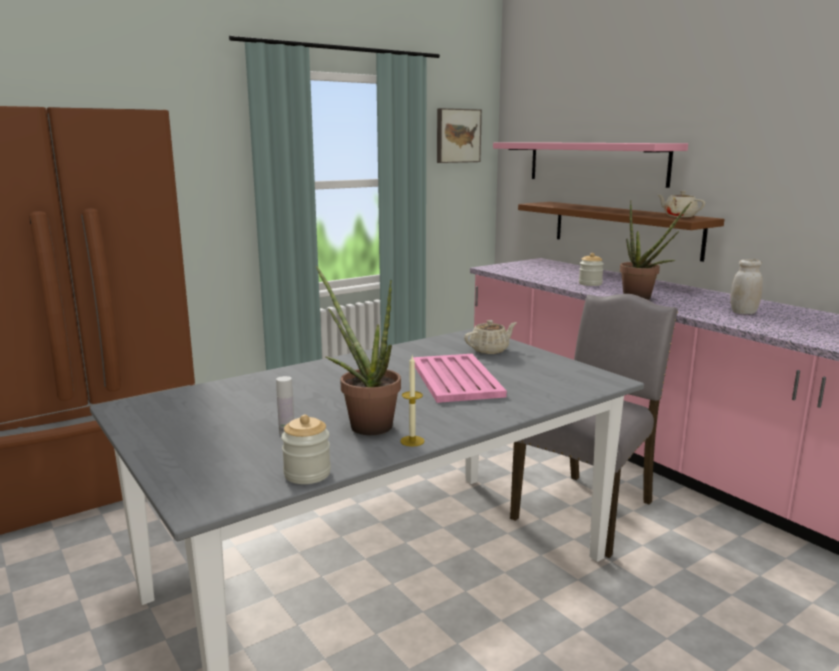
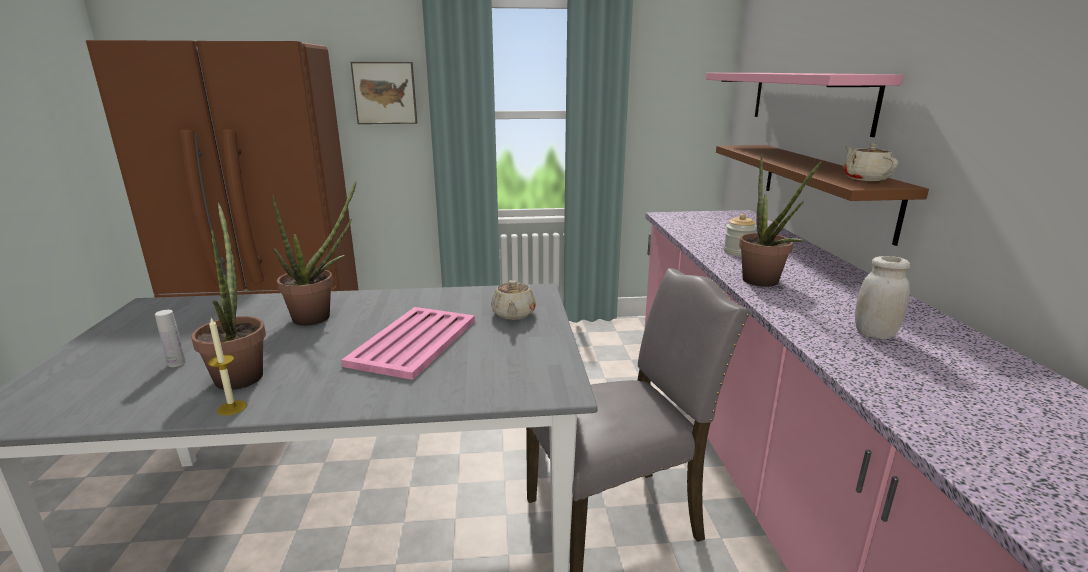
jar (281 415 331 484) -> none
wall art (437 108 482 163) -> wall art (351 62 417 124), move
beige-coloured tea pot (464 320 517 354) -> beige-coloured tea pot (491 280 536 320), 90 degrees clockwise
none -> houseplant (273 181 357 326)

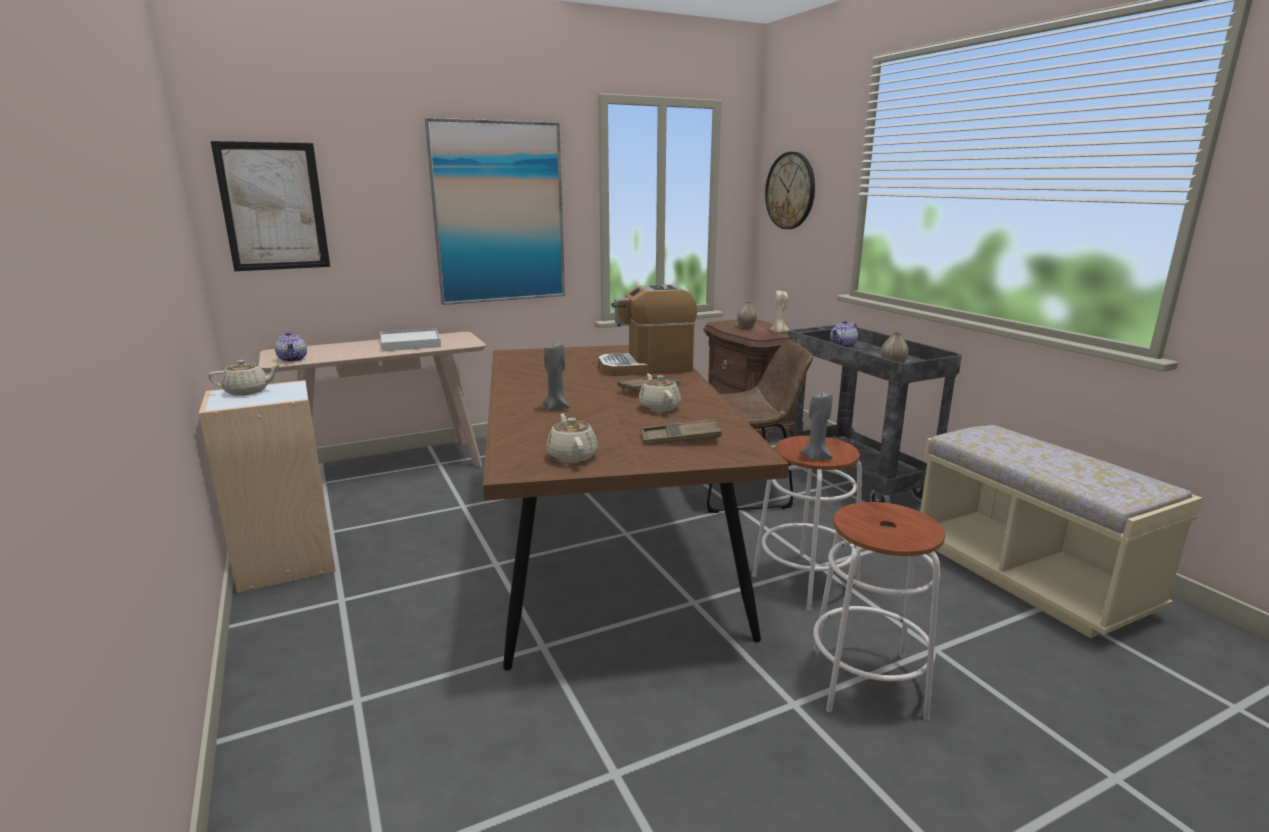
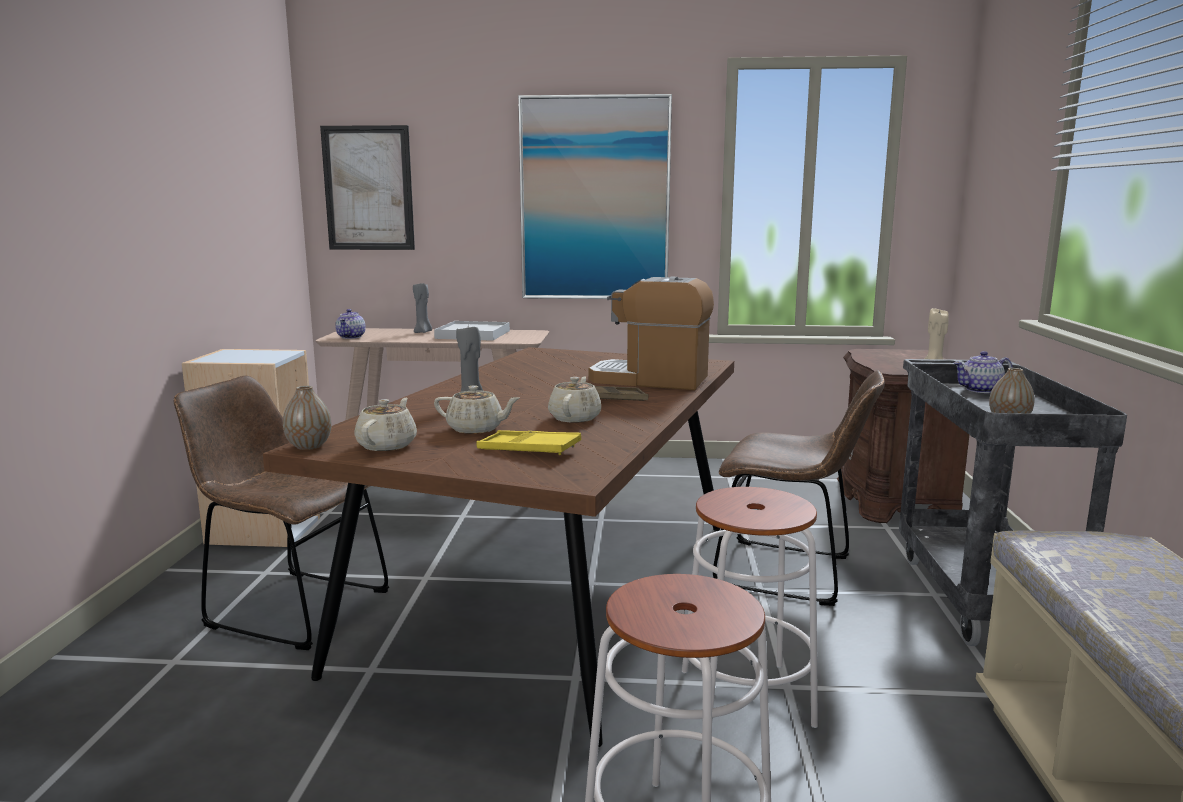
beige-coloured tea pot (208 360 281 395) -> beige-coloured tea pot (434 385 520 434), move
brownish carrying tray (641 419 721 445) -> yellow carrying tray (476 430 581 455)
decorative vase (737 301 757 328) -> decorative vase (283 386 331 450), move
hanging clock (765 152 815 229) -> none
grey candle (800 392 833 461) -> grey candle (413 283 432 333), move
none -> brownish plain chair (174 376 389 650)

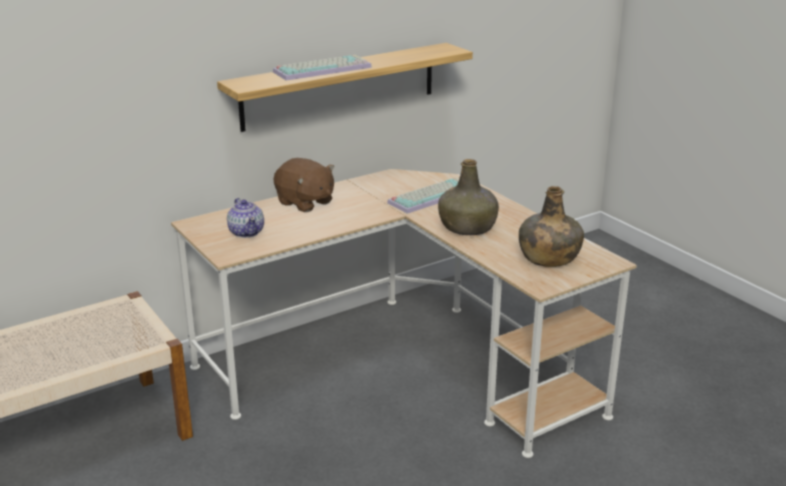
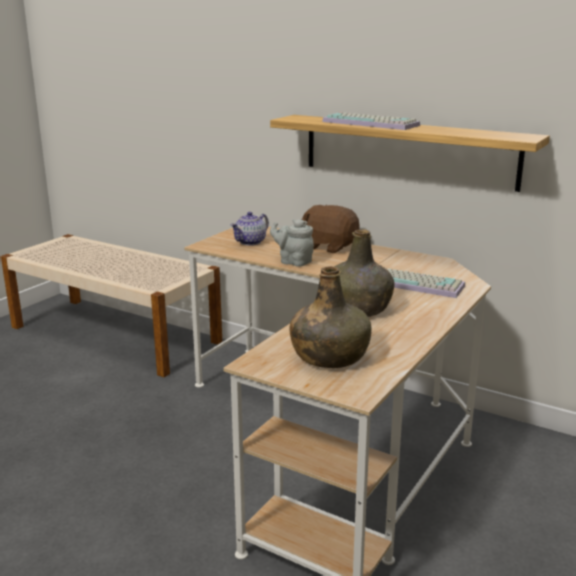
brownish cuddly toy (274 158 334 212) -> brownish cuddly toy (301 205 360 253), 105 degrees clockwise
none -> grey tea pot (270 219 314 266)

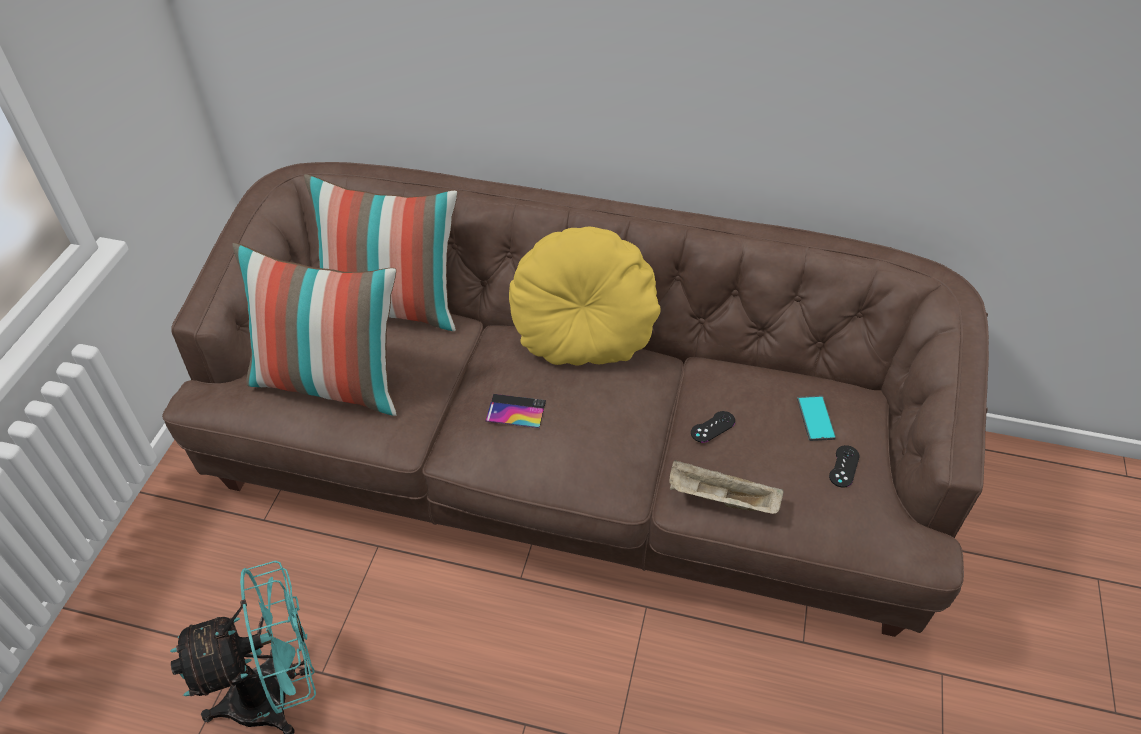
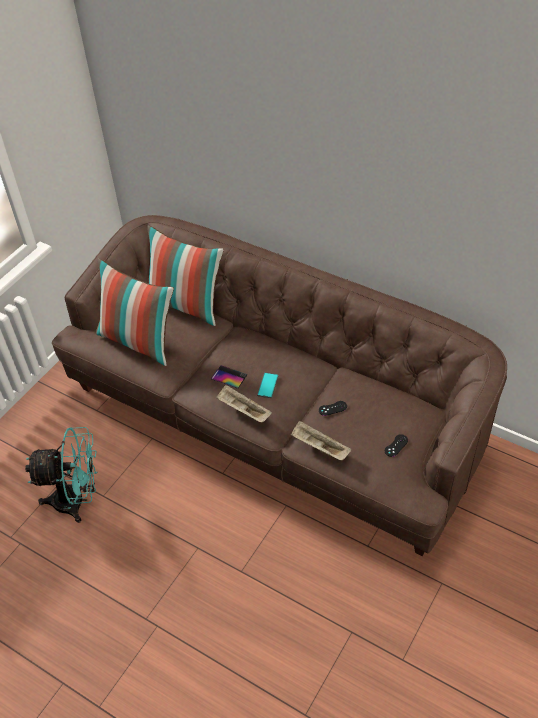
yellow throw pillow (509 227 661 366) -> none
handset (797 395 836 441) -> handset (257 372 279 398), move
none -> beige-coloured carrying tray (216 385 272 422)

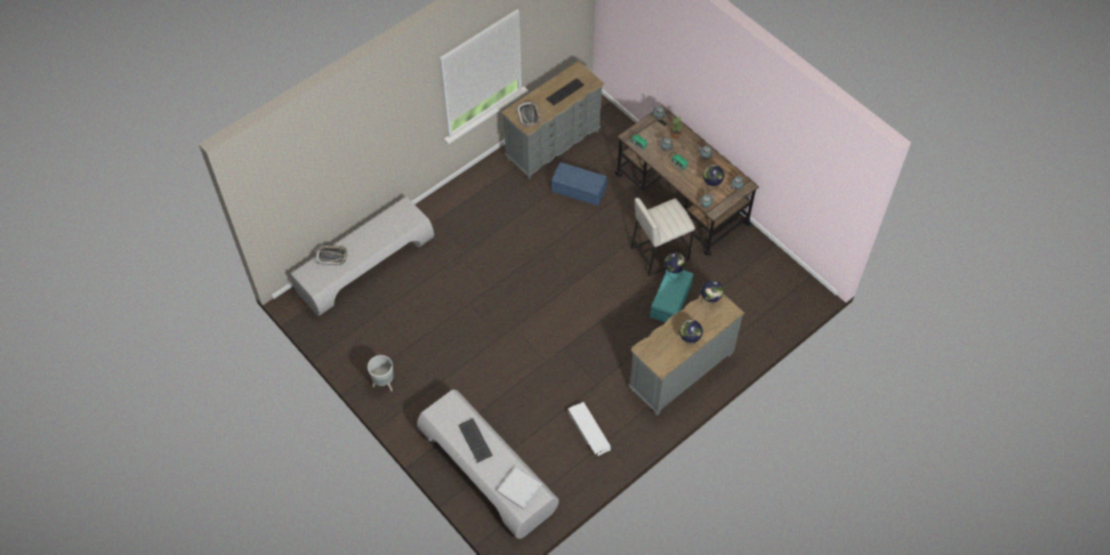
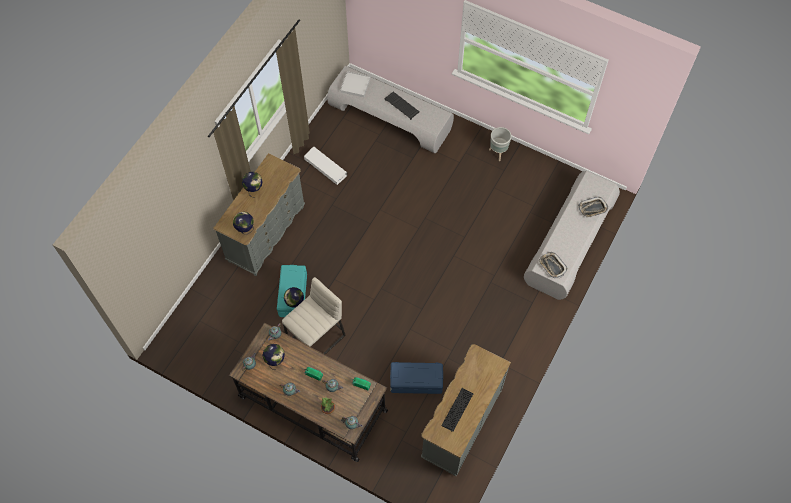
carrying tray (517 101 542 126) -> carrying tray (538 252 568 279), move

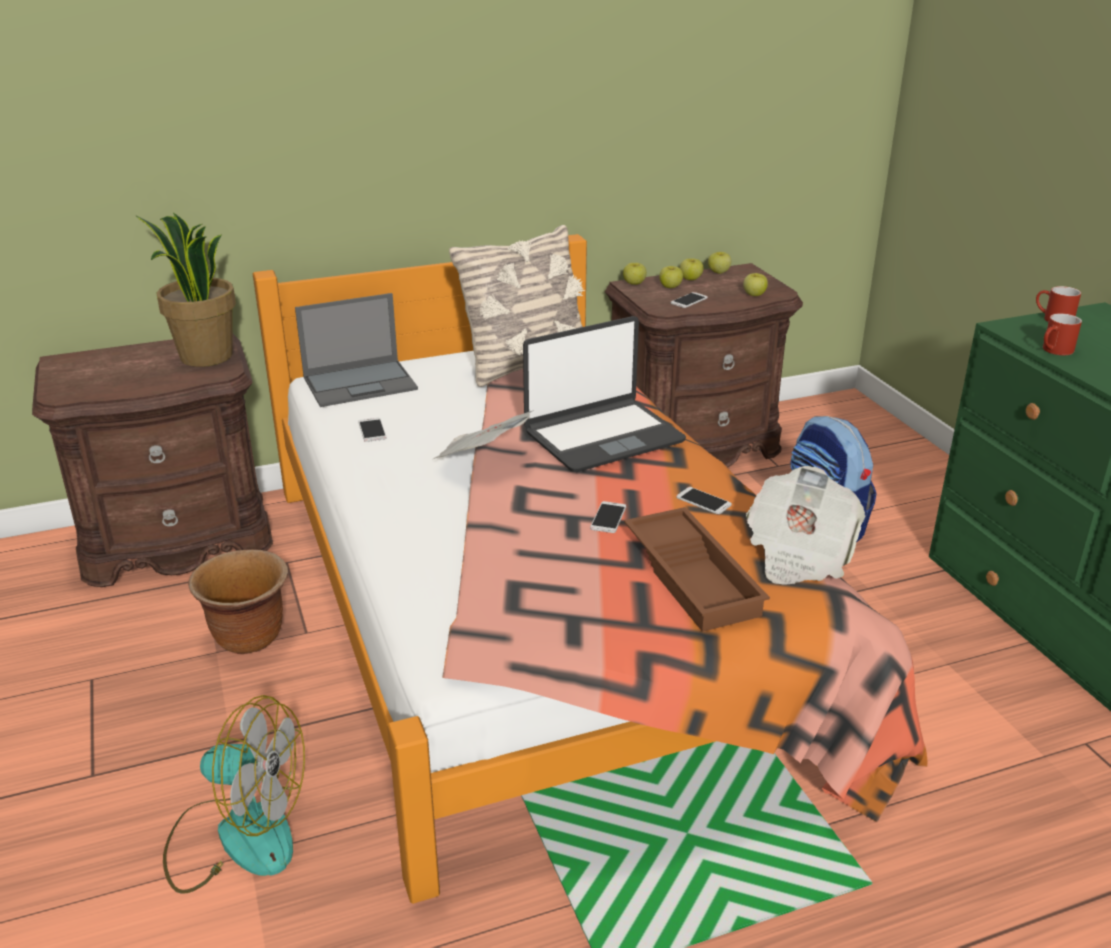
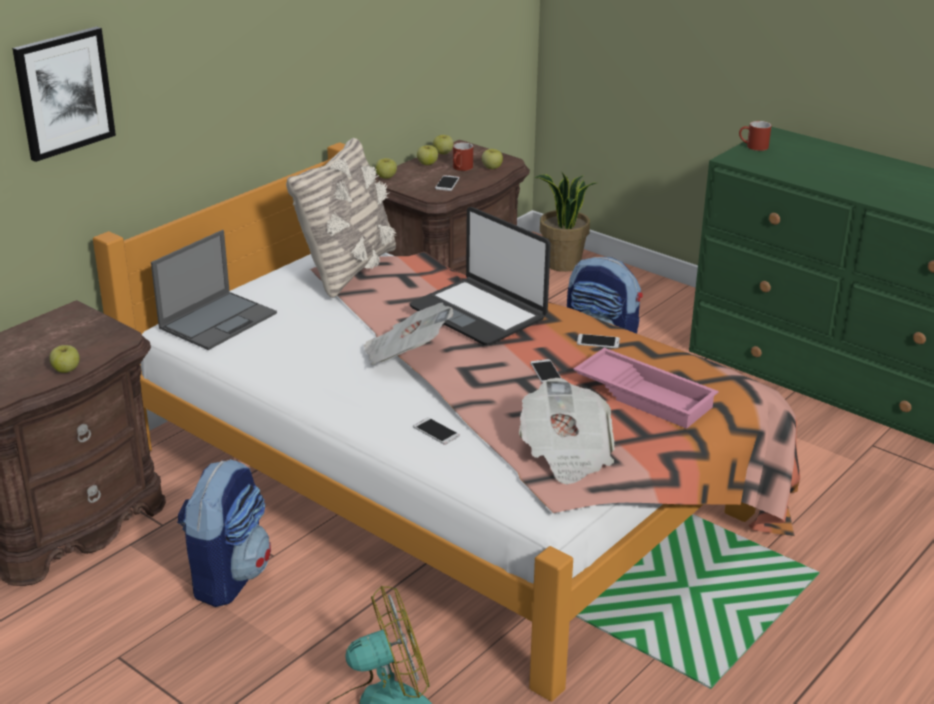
houseplant (135 212 236 367) -> houseplant (534 171 596 272), move
brownish plant pot (188 549 288 654) -> rucksack (177 459 271 607)
handset (358 418 387 442) -> handset (413 417 460 445), move
laptop (523 316 686 472) -> laptop (409 207 551 345), 105 degrees clockwise
brownish carrying tray (624 507 770 632) -> pinkish carrying tray (573 348 718 429)
whole apple (659 266 683 288) -> whole apple (49 345 79 373), move
printed paper (746 466 865 585) -> printed paper (519 378 615 485), move
reddish coffee mug (1043 313 1082 355) -> reddish coffee mug (453 142 473 171), move
none -> wall art (12 26 116 162)

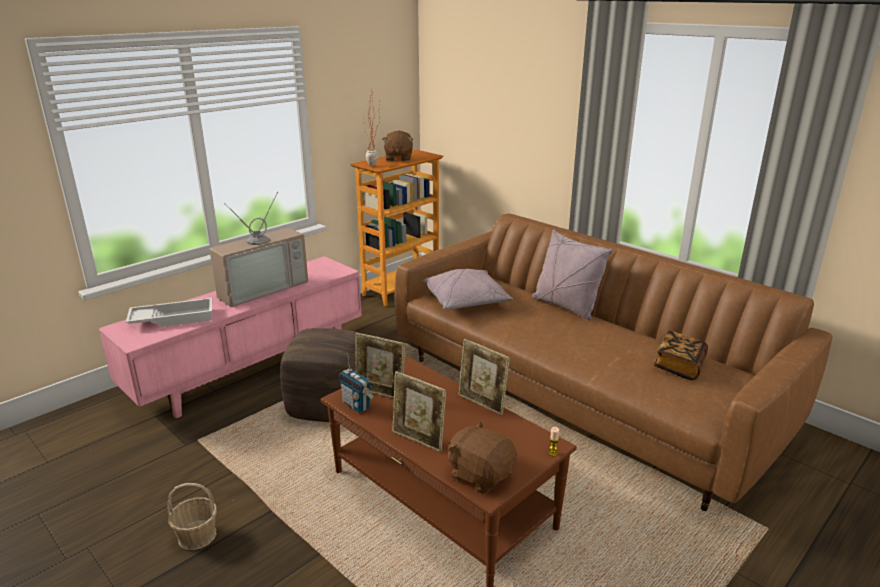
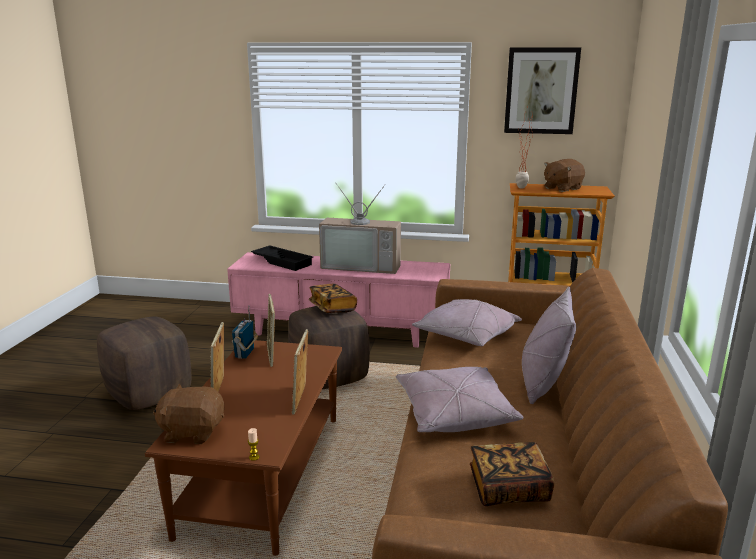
white carrying tray (126 298 212 327) -> black-coloured carrying tray (251 245 313 271)
household basket (167 483 217 550) -> brownish ottoman (97 317 191 410)
brownish cuddly toy (448 421 517 494) -> brownish cuddly toy (153 383 225 444), 90 degrees counterclockwise
none -> volume (309 284 357 313)
none -> purplish throw pillow (396 367 523 432)
none -> wall art (504 47 581 134)

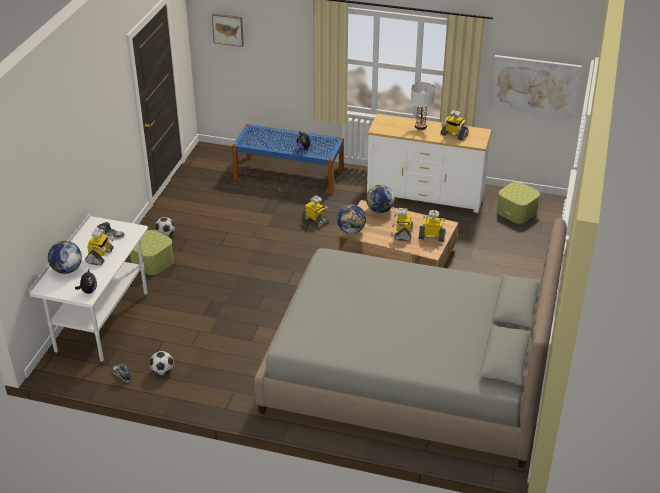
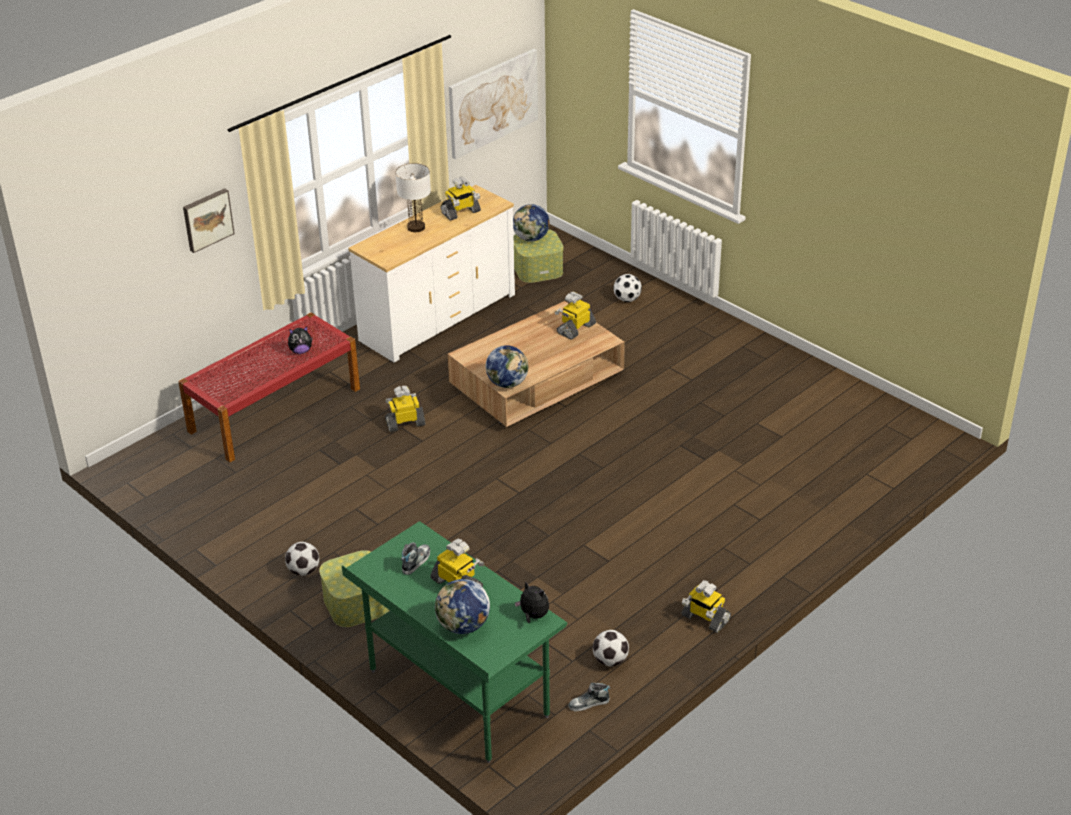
white desk table (29 213 148 363) -> green desk table (342 521 567 763)
wall art (212 13 244 47) -> wall art (183 188 235 253), move
blue-coloured bench (232 124 344 194) -> reddish bench (178 312 360 463)
grey sleeping bed (254 218 567 468) -> none
world globe (366 185 395 213) -> world globe (513 204 550 242), move
toy robot (392 208 413 241) -> toy robot (682 580 731 633), move
none -> football (614 274 642 302)

